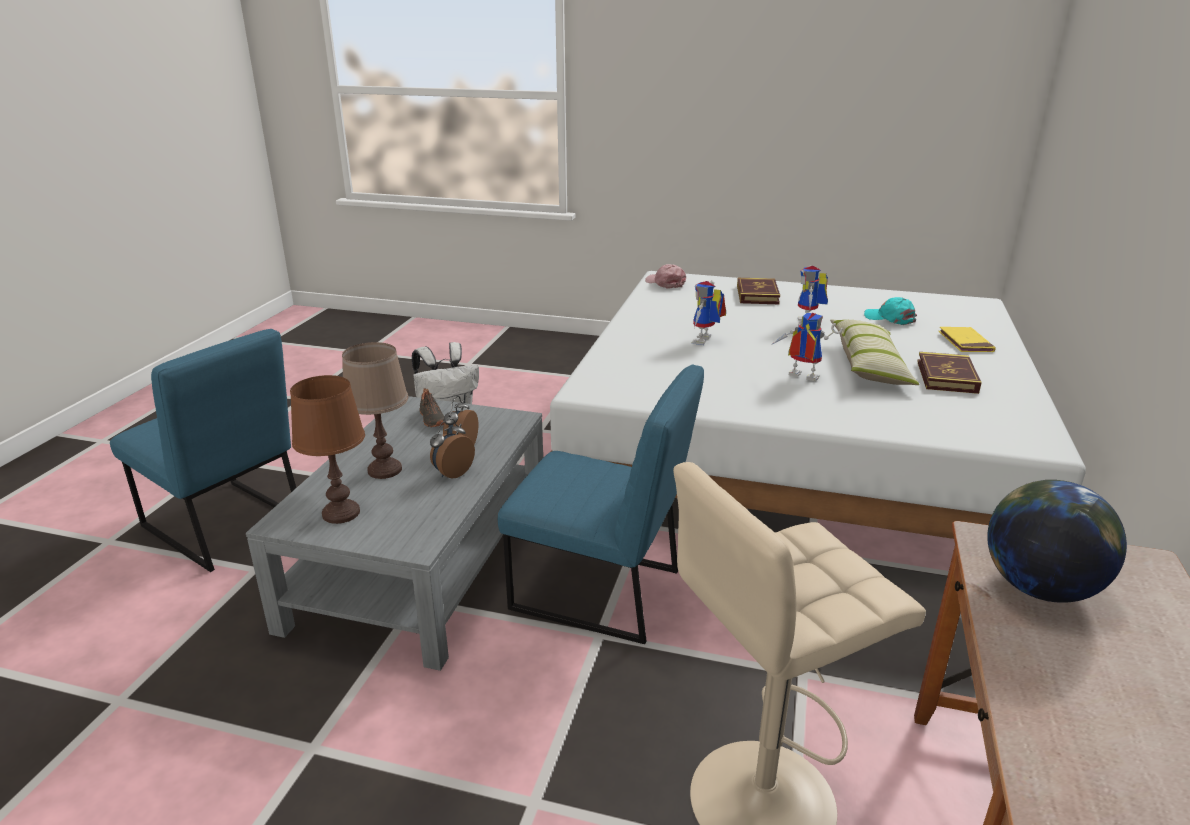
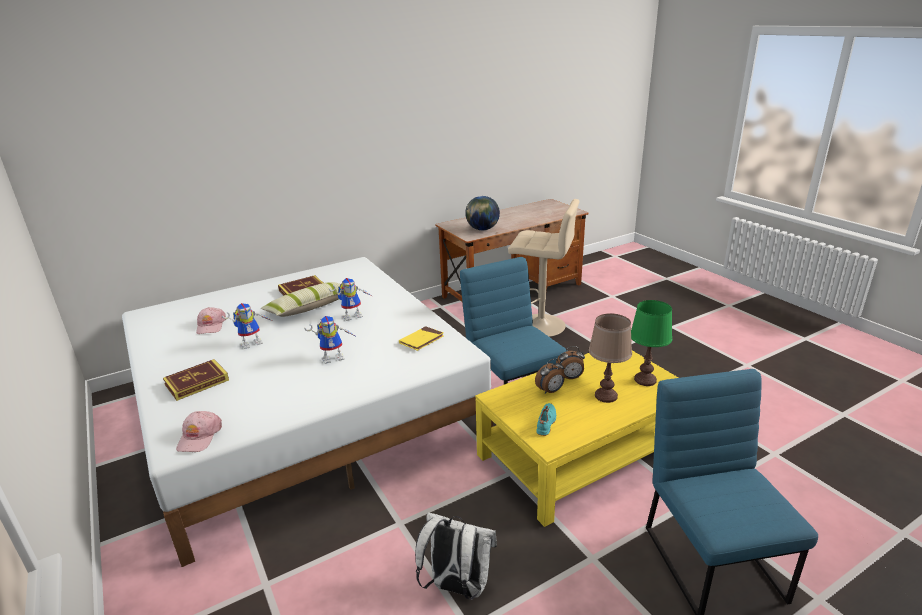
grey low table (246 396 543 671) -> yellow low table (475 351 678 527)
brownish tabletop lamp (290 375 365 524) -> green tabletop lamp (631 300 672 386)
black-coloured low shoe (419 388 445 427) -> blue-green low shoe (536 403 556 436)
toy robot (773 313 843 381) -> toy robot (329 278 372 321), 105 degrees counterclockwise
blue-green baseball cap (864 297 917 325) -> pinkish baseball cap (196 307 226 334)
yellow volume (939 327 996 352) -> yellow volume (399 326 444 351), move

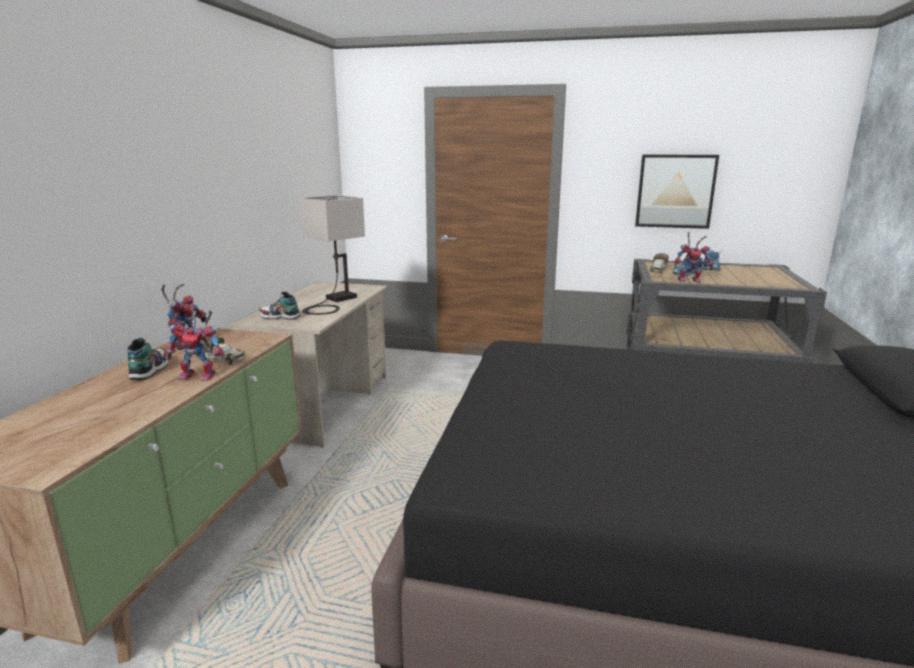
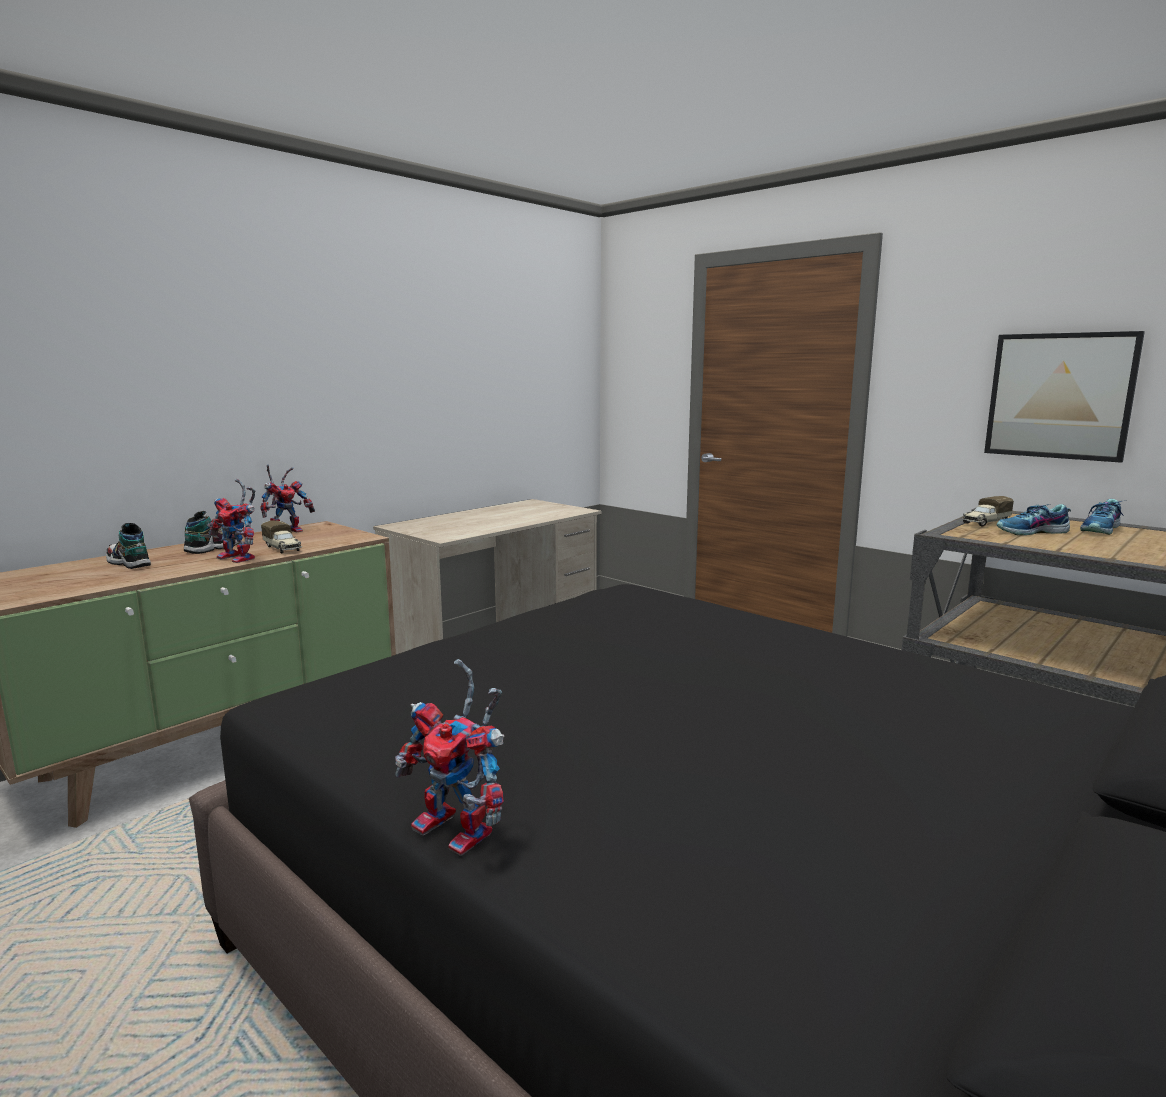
low shoe (259 292 301 320) -> low shoe (106 523 151 569), move
tabletop lamp (301 195 365 315) -> none
toy robot (674 232 714 282) -> toy robot (395 659 504 856), move

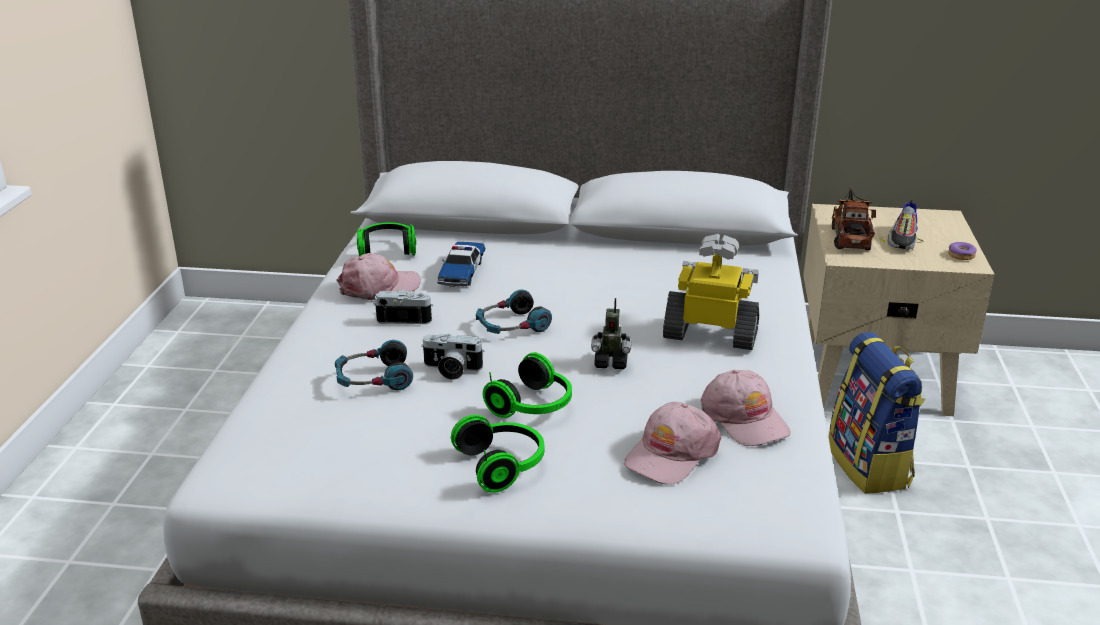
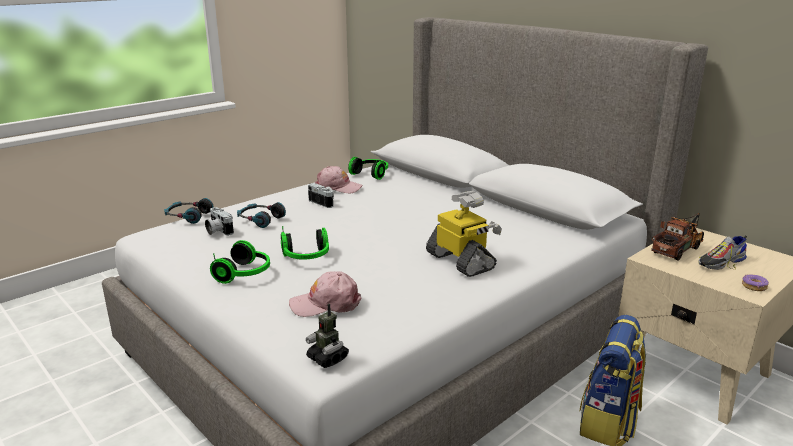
still camera (421 334 484 380) -> still camera (205 207 234 236), move
toy car (437 242 485 287) -> none
headset (476 290 552 334) -> headset (164 198 214 224), move
toy robot (591 298 632 369) -> toy robot (306 303 349 368), move
pinkish baseball cap (701 370 791 446) -> none

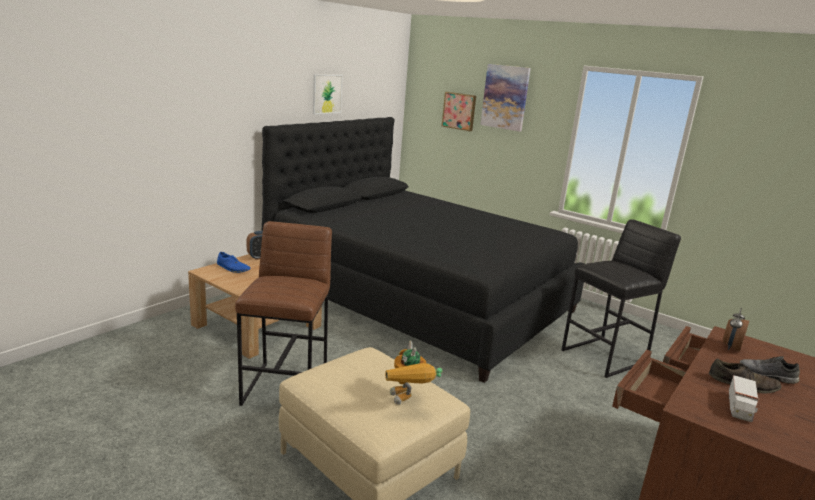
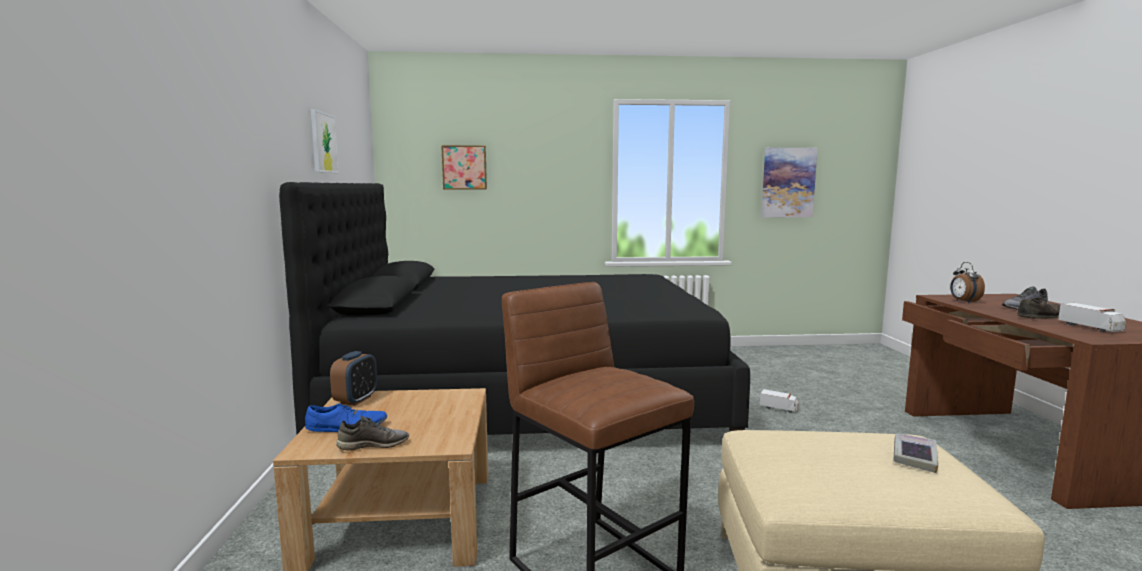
toy robot (385 340 443 405) -> volume (893 433 938 473)
wall art (480 64 531 132) -> wall art (761 148 817 217), move
black-coloured sitting stool (562 219 681 378) -> none
none -> grey low shoe (336 416 409 450)
none -> toy truck (759 389 799 413)

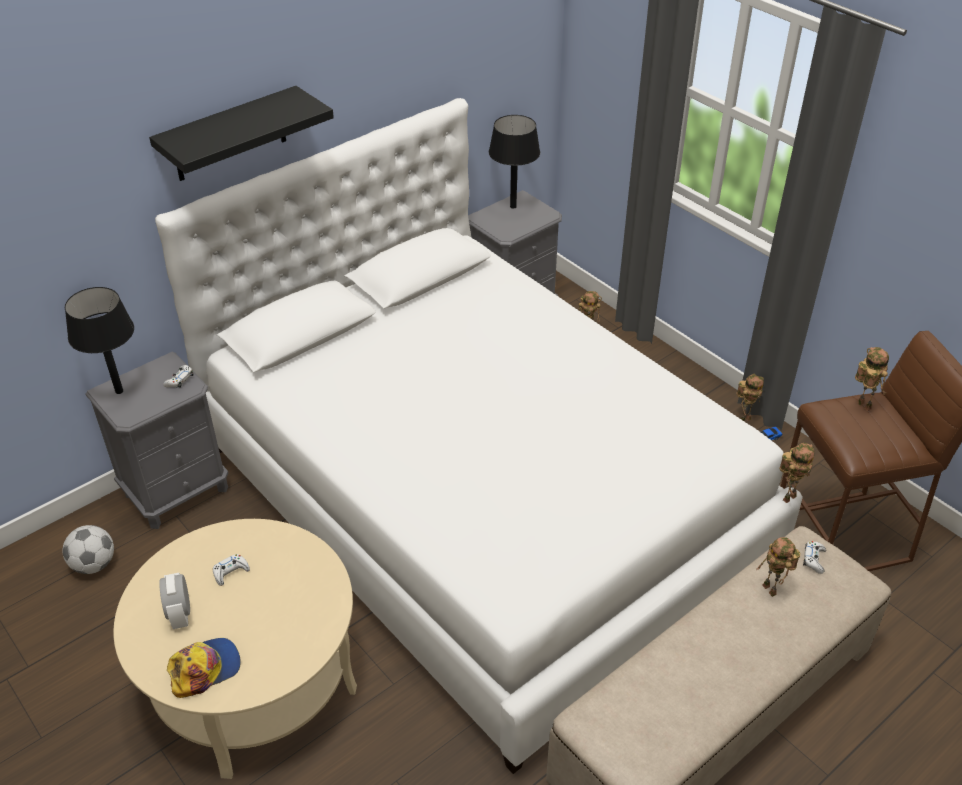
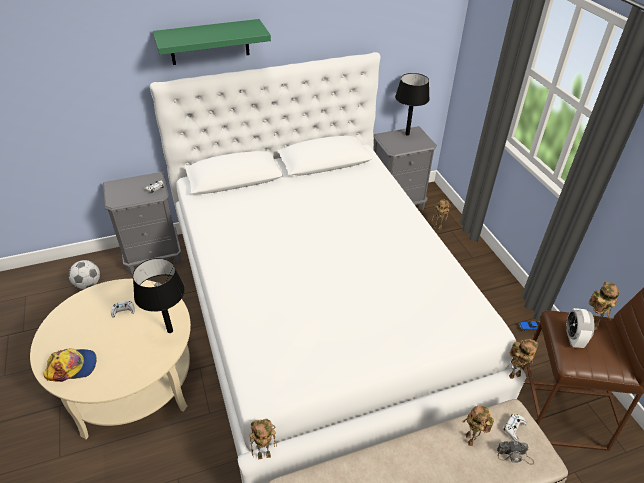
black-coloured tabletop lamp (65 287 134 394) -> black-coloured tabletop lamp (133 258 185 333), move
black-coloured bracket shelf (149 86 334 181) -> green bracket shelf (153 19 271 65)
alarm clock (159 573 190 629) -> alarm clock (566 308 595 348), move
toy robot (737 374 764 422) -> toy robot (250 419 277 459), move
none -> still camera (497 441 534 465)

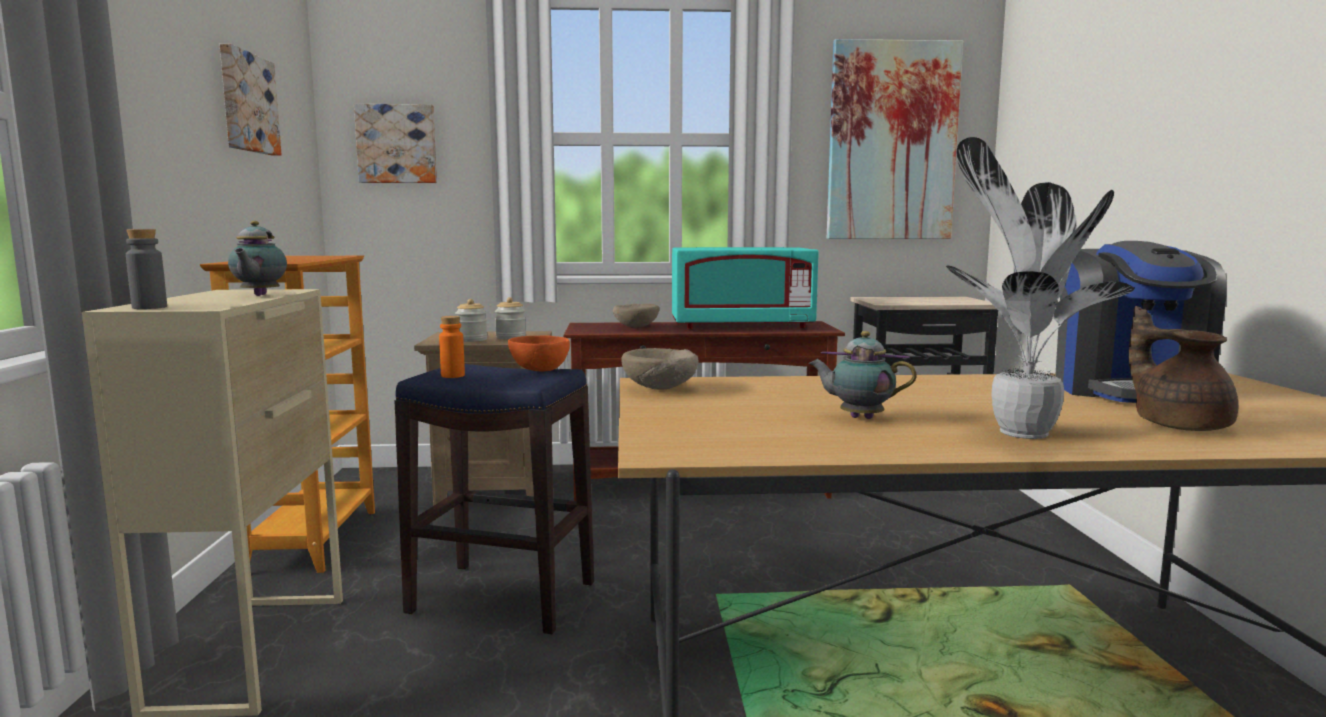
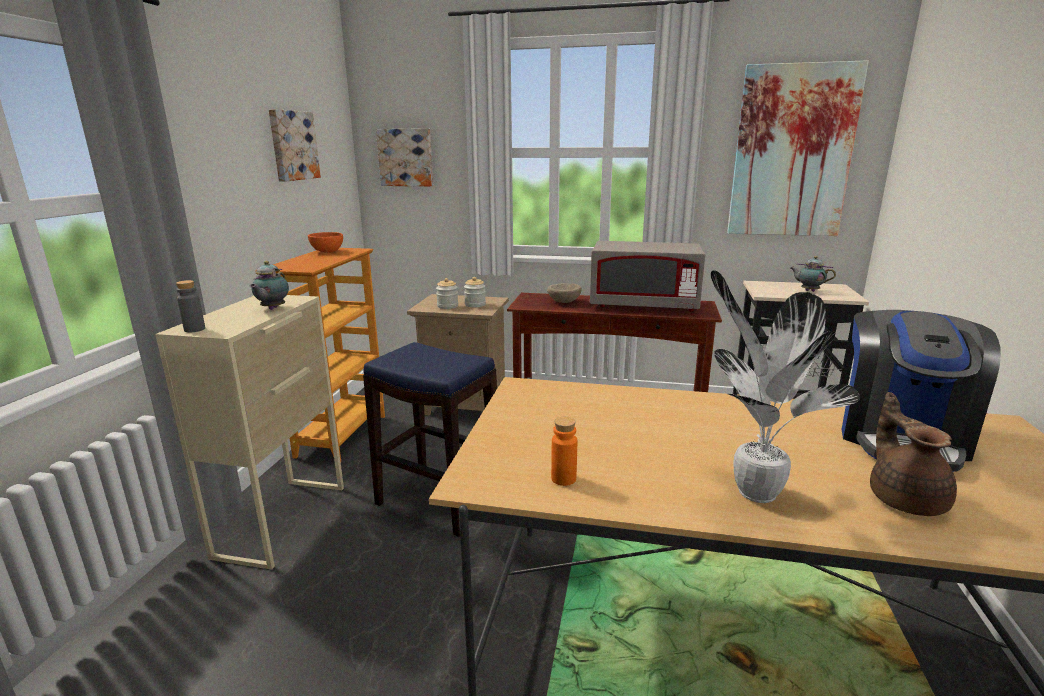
orange-coloured drink bottle (439 316 465 378) -> orange-coloured drink bottle (551 417 577 486), move
orange-coloured bowl (508 336 570 371) -> orange-coloured bowl (308 232 343 253), move
beige-coloured bowl (621 348 699 390) -> none
blue-green kitchen microwave (672 247 819 329) -> grey kitchen microwave (590 241 705 311)
tea pot (809 331 917 419) -> tea pot (791 256 836 292), move

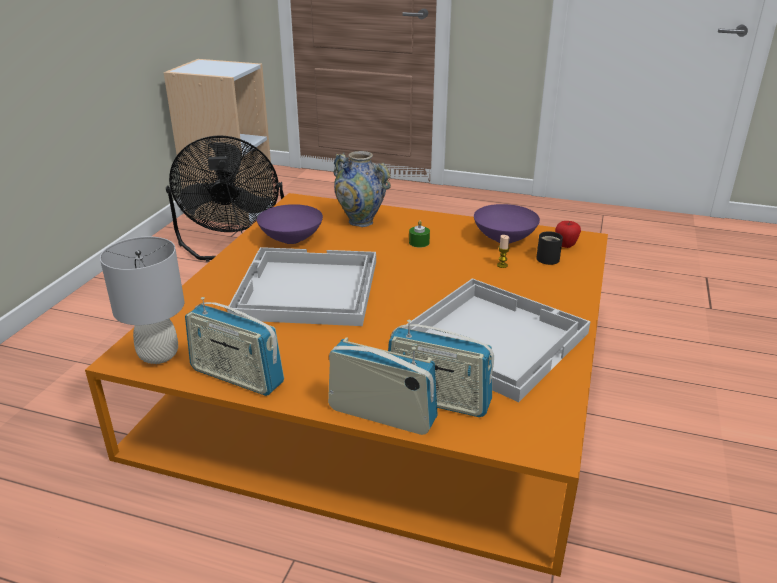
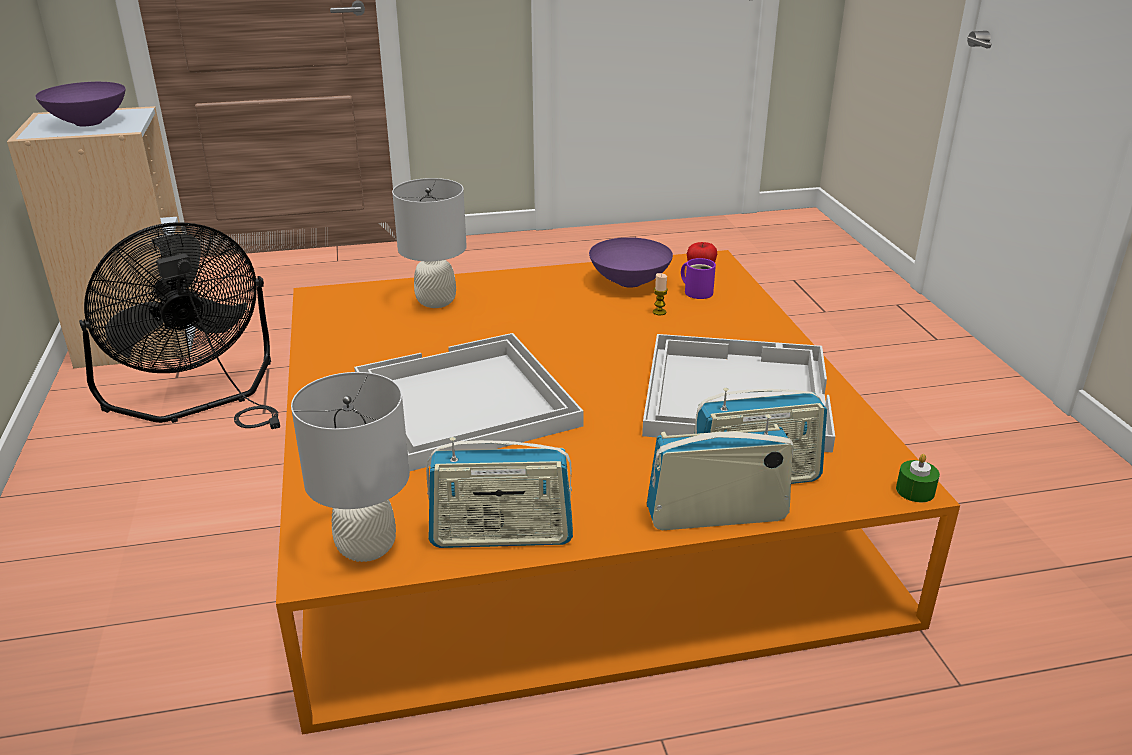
purplish bowl (257 204 323 244) -> purplish bowl (35 82 126 126), move
decorative vase (334 151 391 227) -> grey tabletop lamp (392 178 467 308)
green candle (409 220 430 248) -> green candle (896 454 940 502), move
black-coloured coffee mug (536 231 563 265) -> purplish coffee mug (681 258 716 299)

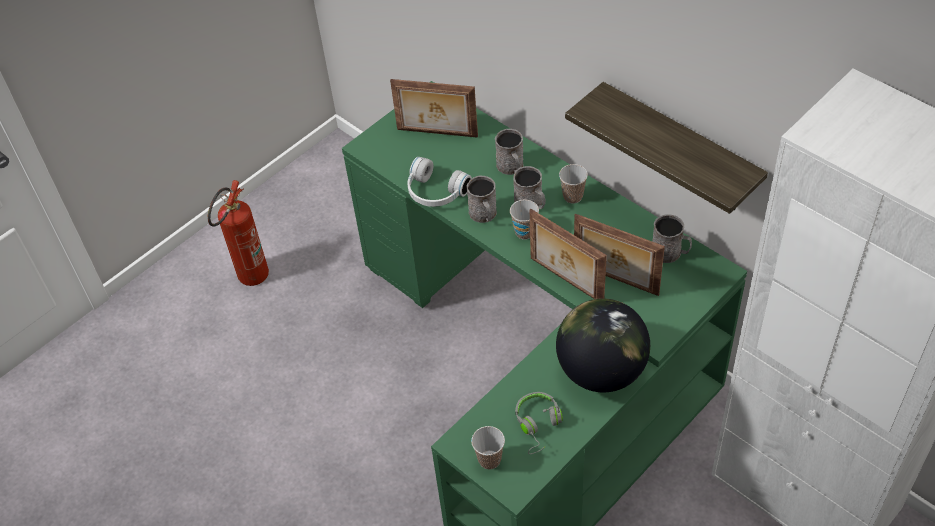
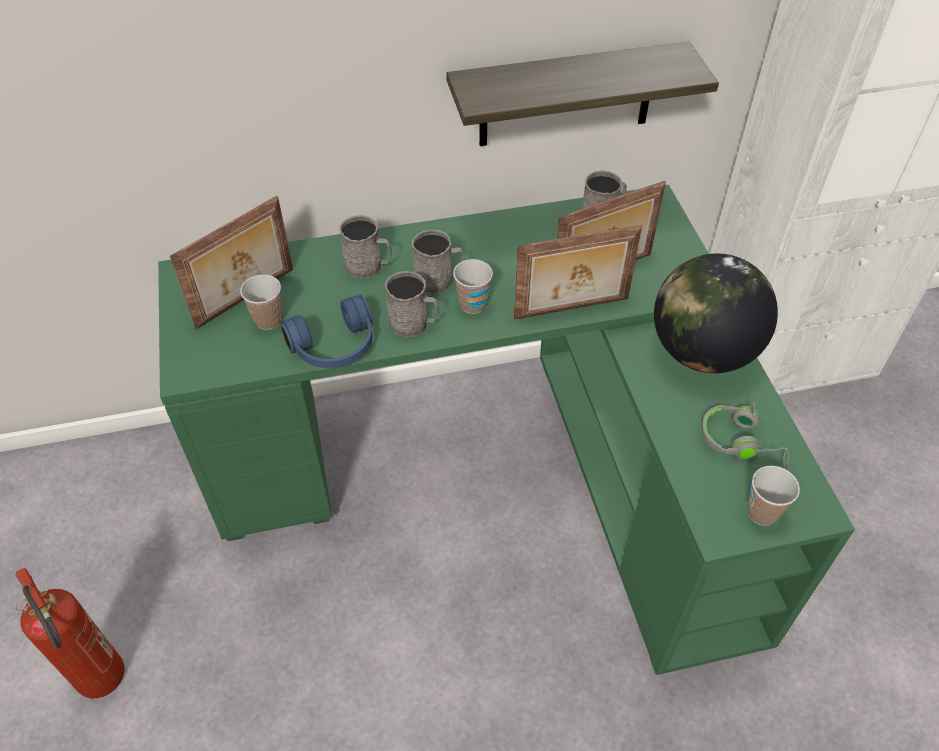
white headset (407 157 472 207) -> blue-coloured headset (280 295 373 368)
small cup (559 164 588 204) -> small cup (240 275 282 330), move

